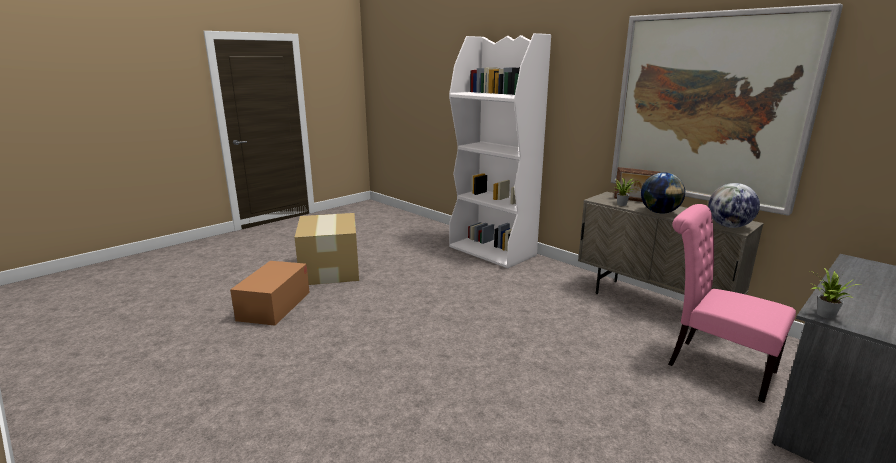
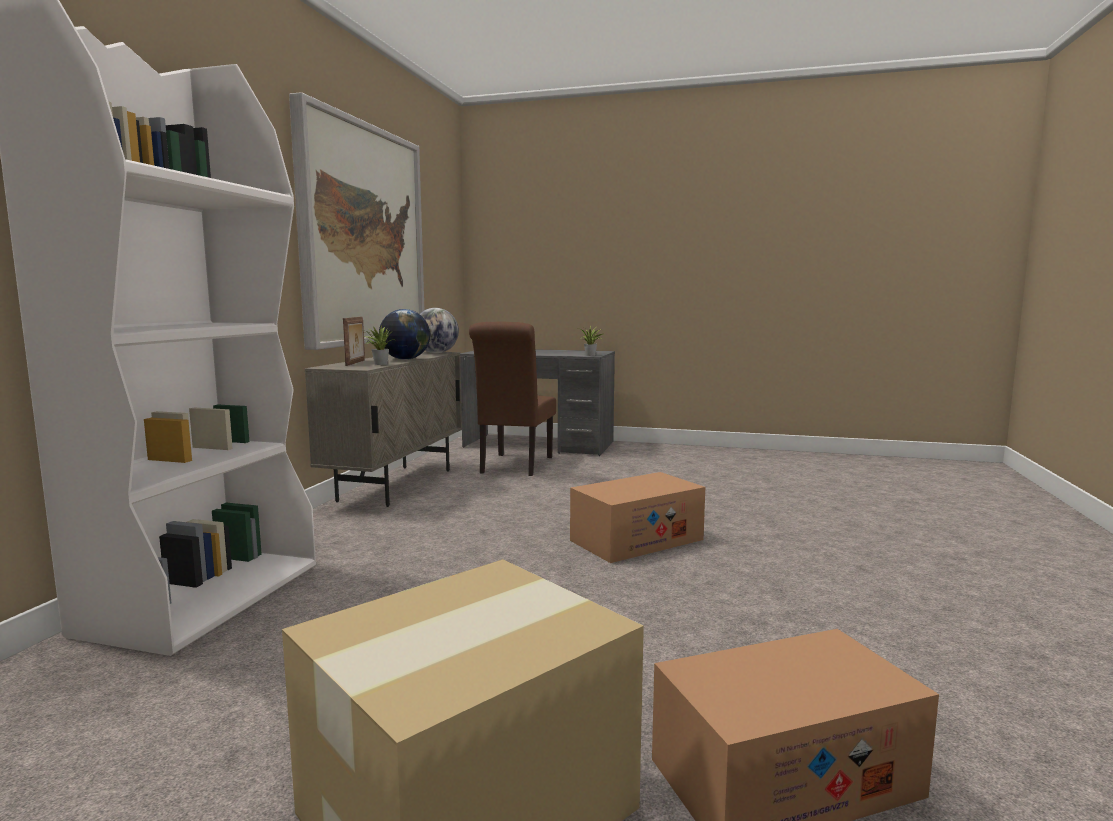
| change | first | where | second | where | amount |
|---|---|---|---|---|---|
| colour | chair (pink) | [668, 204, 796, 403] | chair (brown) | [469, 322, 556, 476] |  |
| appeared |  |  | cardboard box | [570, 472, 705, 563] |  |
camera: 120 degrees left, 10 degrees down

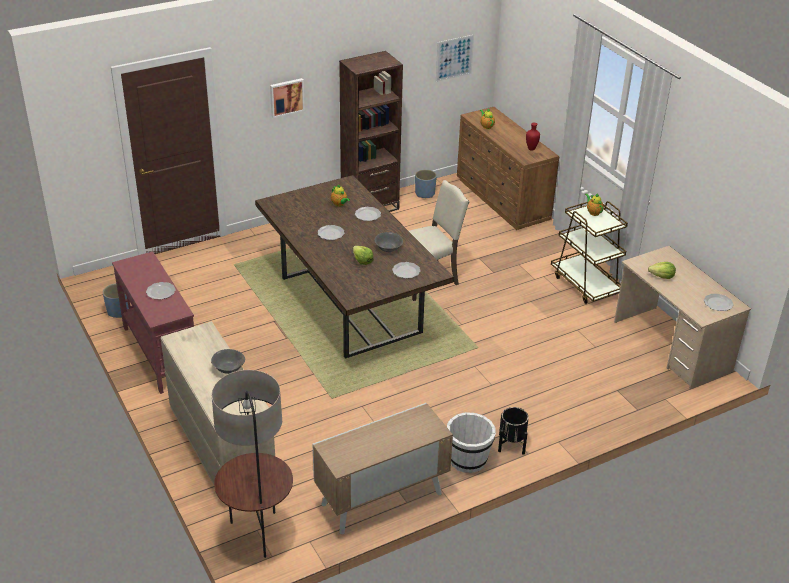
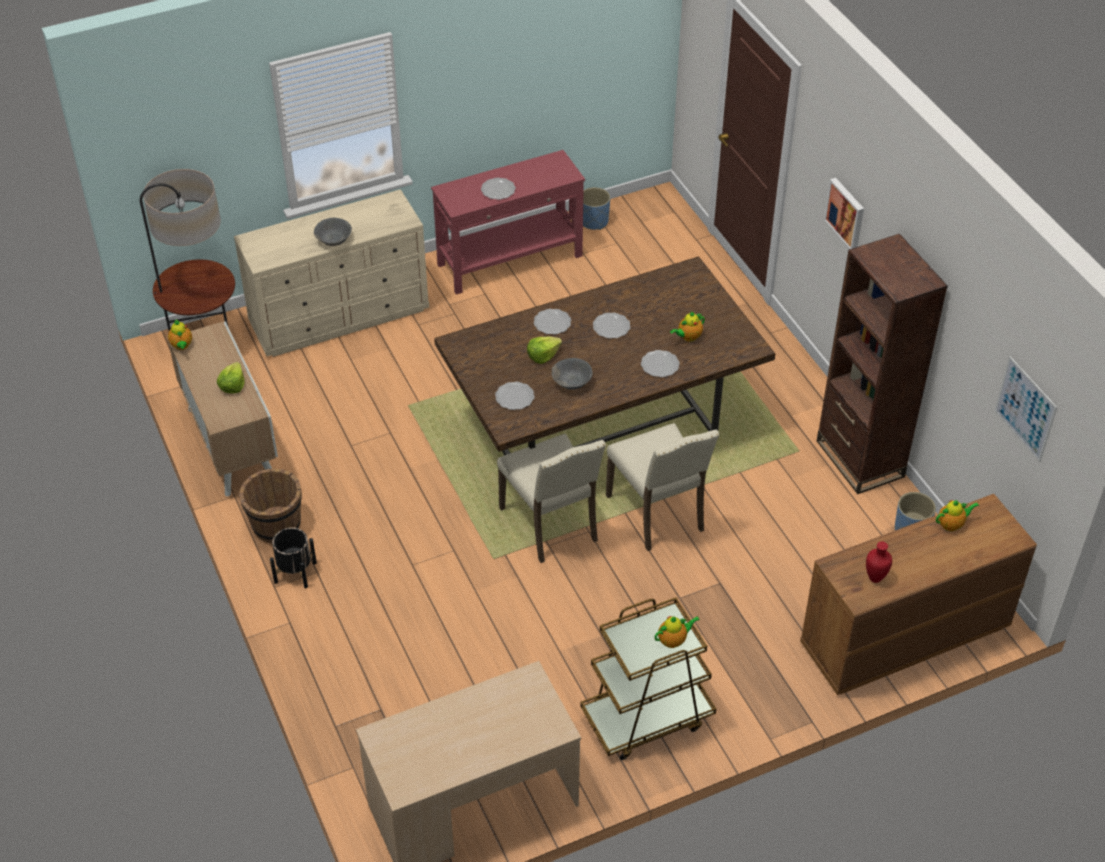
| change | first | where | second | where | amount |
|---|---|---|---|---|---|
| appeared |  |  | teapot | [168, 320, 192, 350] |  |
| relocated | lettuce | [648, 262, 676, 279] |  | [217, 362, 245, 393] |  |
| colour | bucket (white) | [447, 412, 496, 473] | bucket (brown) | [239, 468, 302, 543] |  |
| appeared |  |  | chair (beige) | [497, 434, 606, 563] |  |
| relocated | plate | [704, 294, 734, 311] |  | [534, 309, 571, 335] |  |
camera: 95 degrees right, 10 degrees up

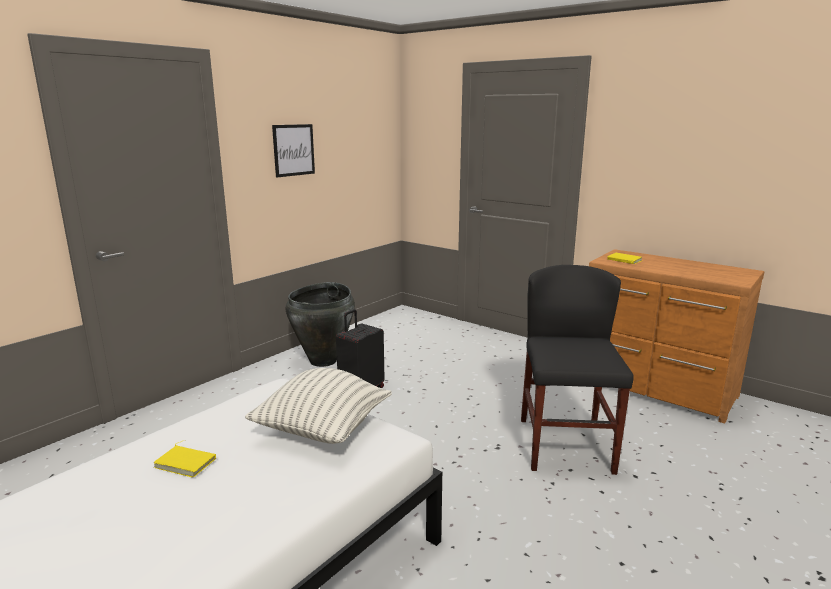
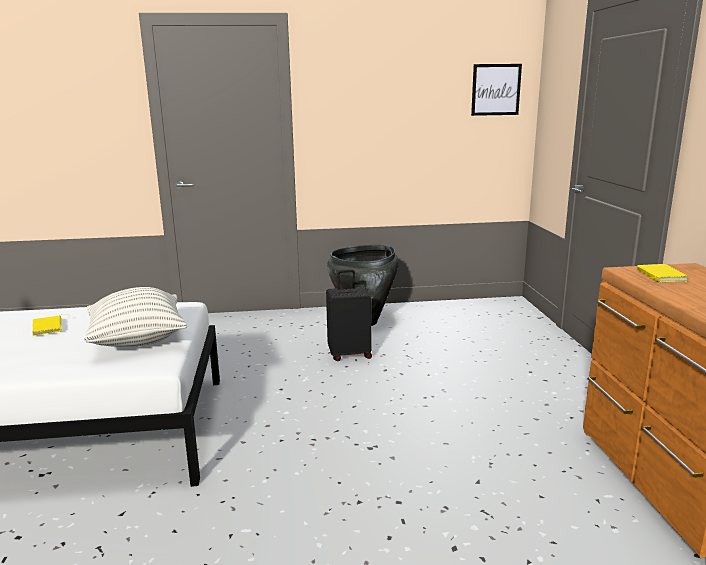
| change | first | where | second | where | amount |
|---|---|---|---|---|---|
| relocated | picture | [272, 124, 315, 177] |  | [471, 64, 522, 116] |  |
| missing | chair (black) | [521, 265, 634, 475] |  |  |  |
camera: 45 degrees right, 0 degrees up

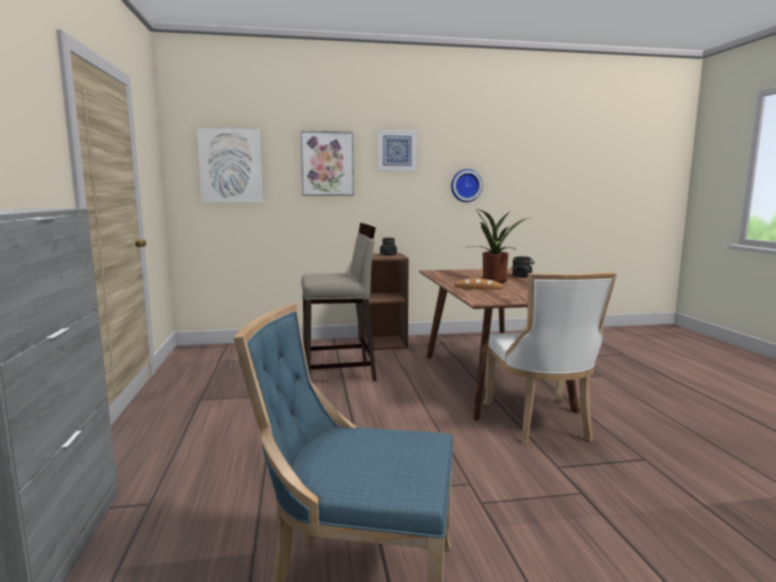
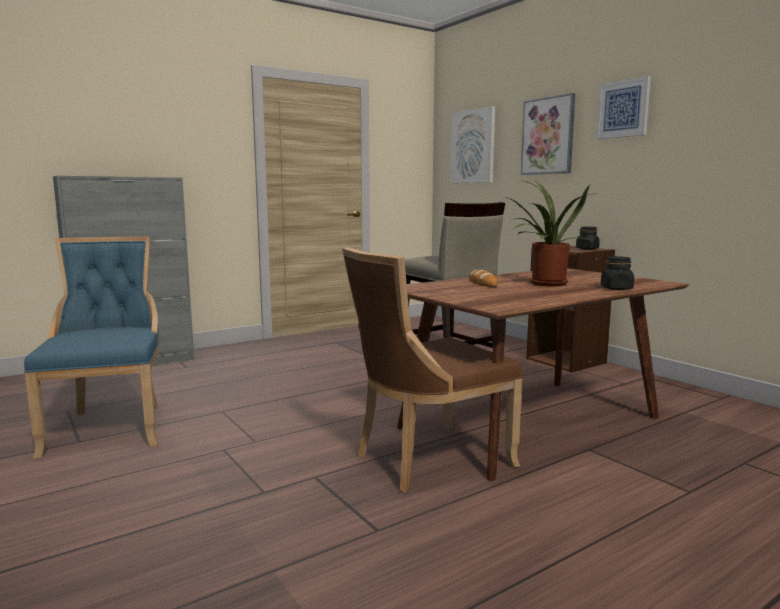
| change | first | where | second | where | amount |
|---|---|---|---|---|---|
| colour | chair (white) | [483, 272, 617, 444] | chair (brown) | [342, 247, 522, 493] |  |
| missing | wall clock | [451, 169, 482, 202] |  |  |  |
camera: 65 degrees right, 0 degrees up

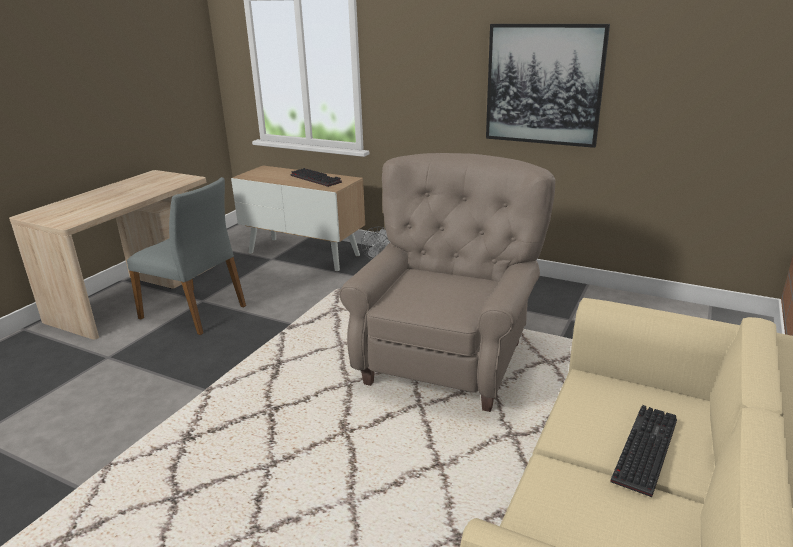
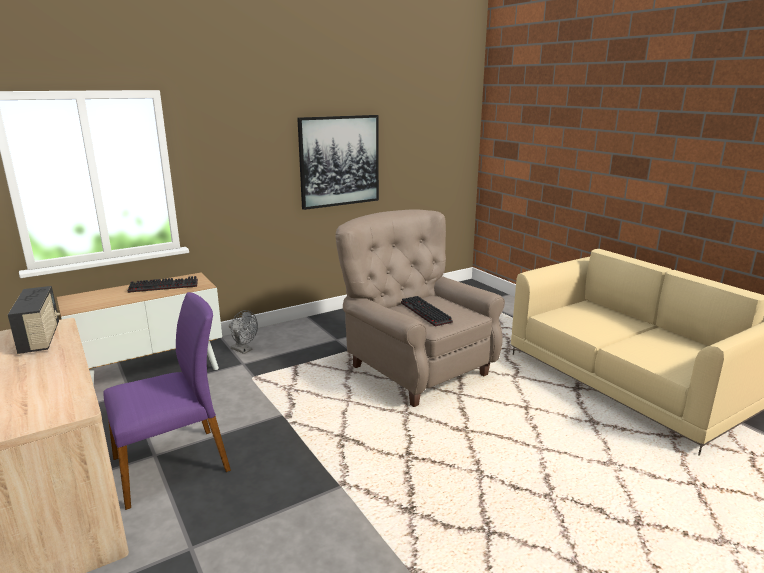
| change | first | where | second | where | amount |
|---|---|---|---|---|---|
| appeared |  |  | radio | [8, 286, 60, 354] |  |
| colour | chair (grey) | [127, 177, 246, 335] | chair (purple) | [103, 292, 231, 510] |  |
| relocated | keyboard | [610, 405, 677, 497] |  | [401, 296, 453, 326] |  |
camera: 60 degrees left, 5 degrees down

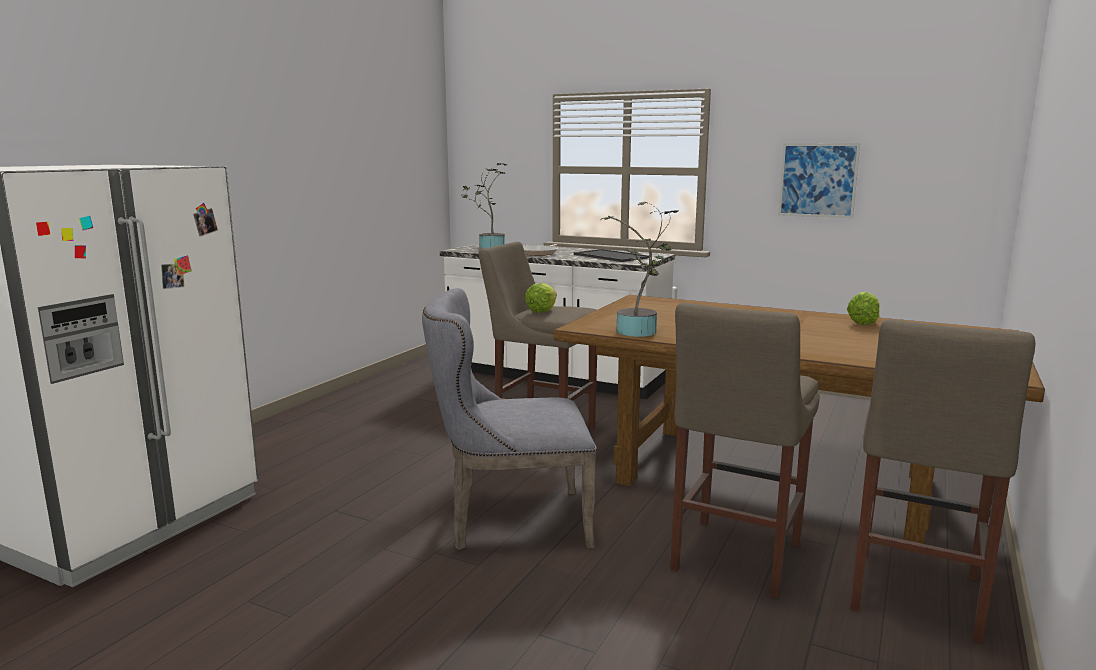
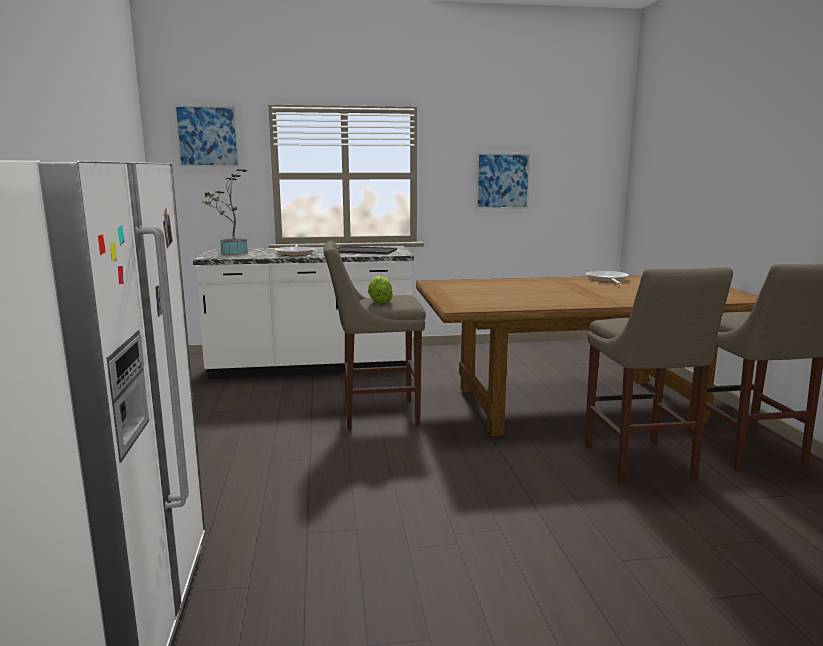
| change | first | where | second | where | amount |
|---|---|---|---|---|---|
| appeared |  |  | picture | [174, 105, 240, 167] |  |
| exchanged | lettuce | [847, 292, 880, 325] | frying pan | [586, 271, 629, 284] |  |
| missing | chair (grey) | [422, 288, 597, 550] |  |  |  |
| missing | potted plant | [600, 201, 678, 337] |  |  |  |
camera: 35 degrees left, 0 degrees up

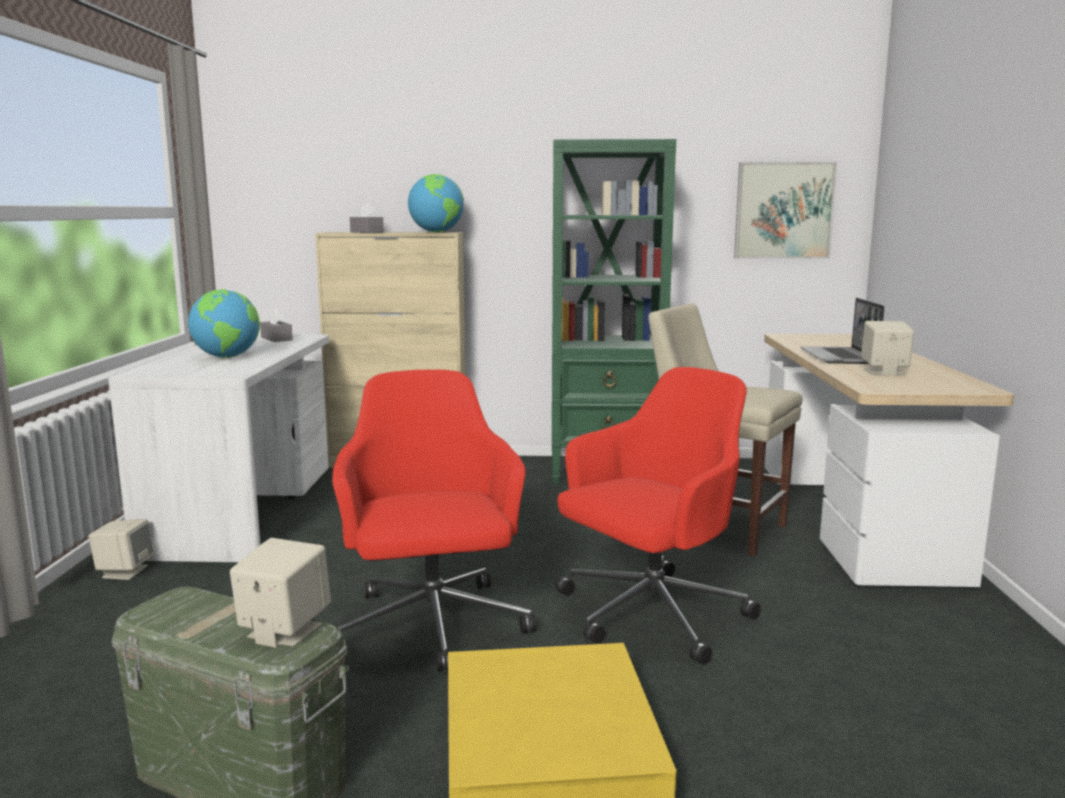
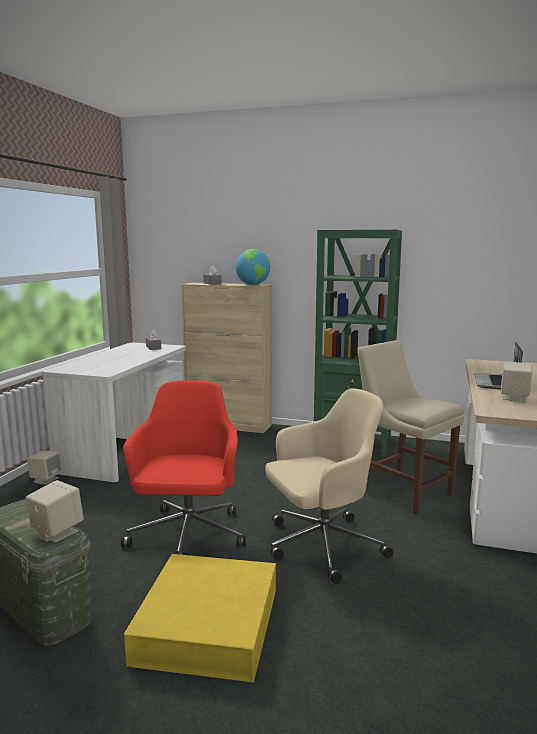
| change | first | where | second | where | amount |
|---|---|---|---|---|---|
| colour | office chair (red) | [556, 367, 761, 664] | office chair (beige) | [265, 388, 393, 584] |  |
| missing | globe | [188, 289, 260, 358] |  |  |  |
| missing | picture | [734, 162, 837, 259] |  |  |  |
camera: 15 degrees right, 0 degrees up

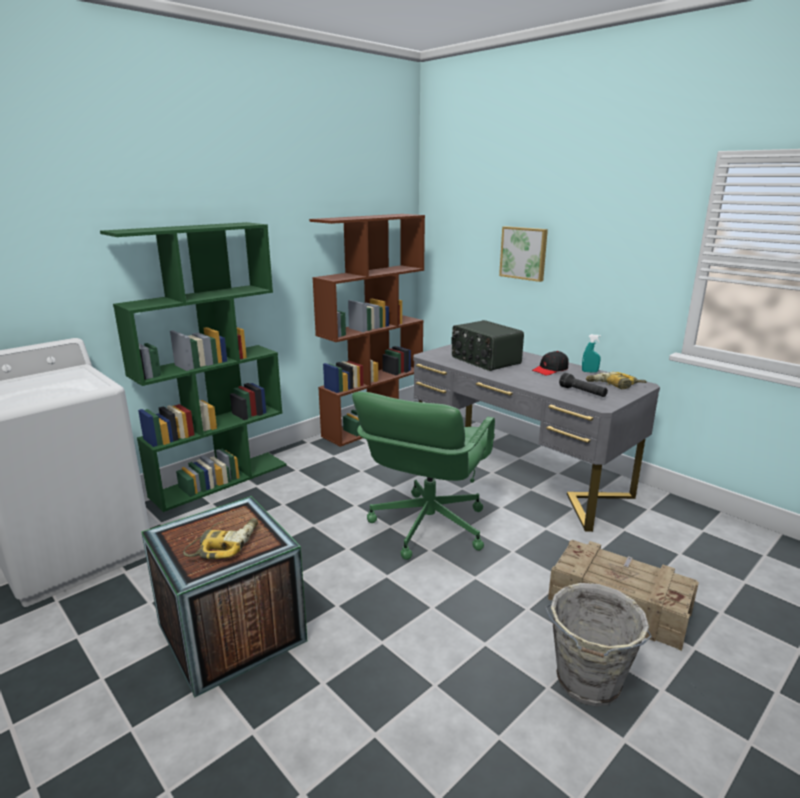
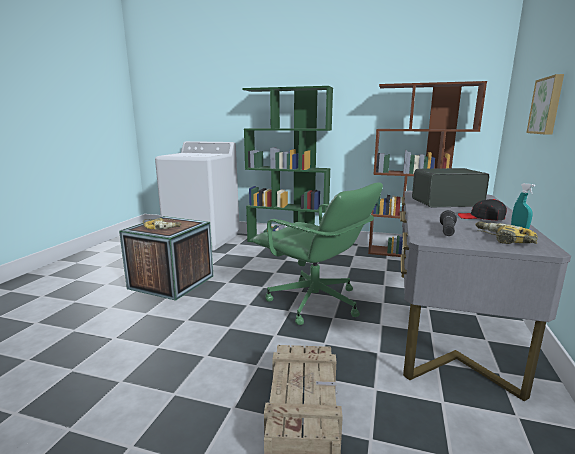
| change | first | where | second | where | amount |
|---|---|---|---|---|---|
| spun | office chair (green) | [352, 392, 495, 560] |  | [253, 183, 383, 325] | 135 degrees counterclockwise |
| spun | radio | [451, 320, 524, 371] |  | [412, 168, 489, 207] | 60 degrees clockwise |
| missing | bucket (grey) | [545, 583, 652, 706] |  |  |  |
camera: 60 degrees right, 5 degrees down

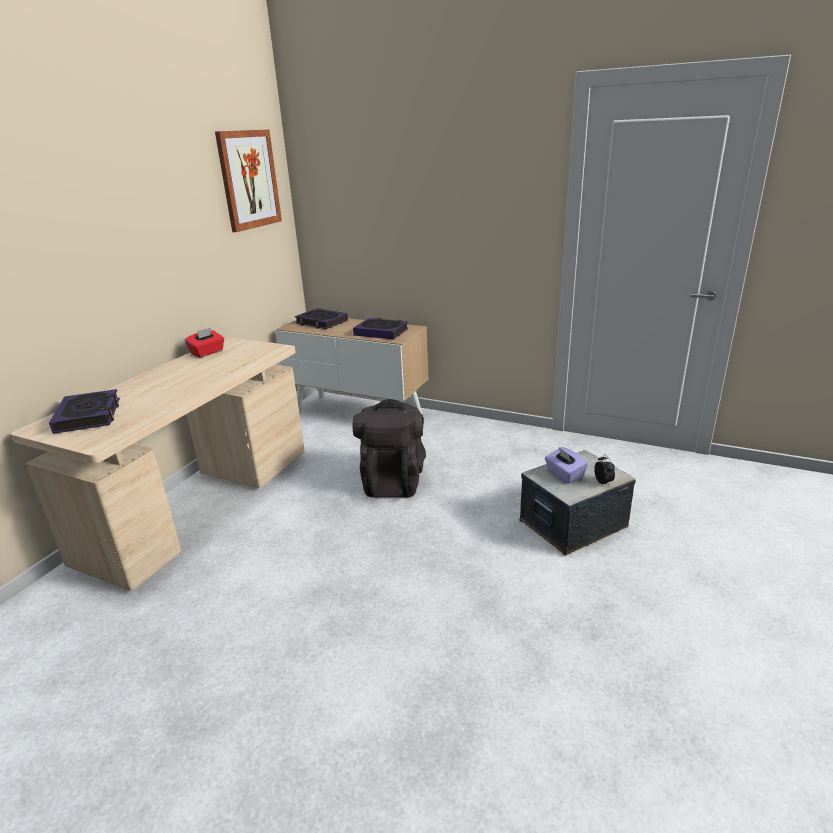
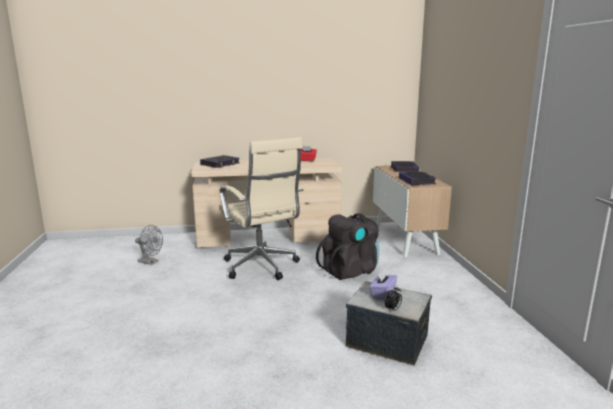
| change | first | where | second | where | amount |
|---|---|---|---|---|---|
| appeared |  |  | fan (grey) | [135, 225, 163, 265] |  |
| appeared |  |  | office chair (beige) | [219, 137, 304, 280] |  |
| missing | picture | [215, 130, 282, 232] |  |  |  |
camera: 55 degrees right, 10 degrees down

